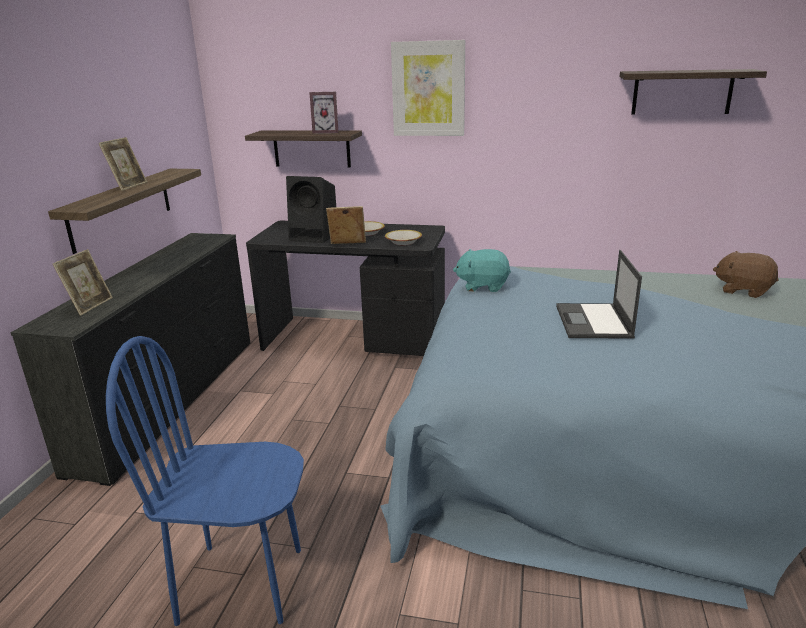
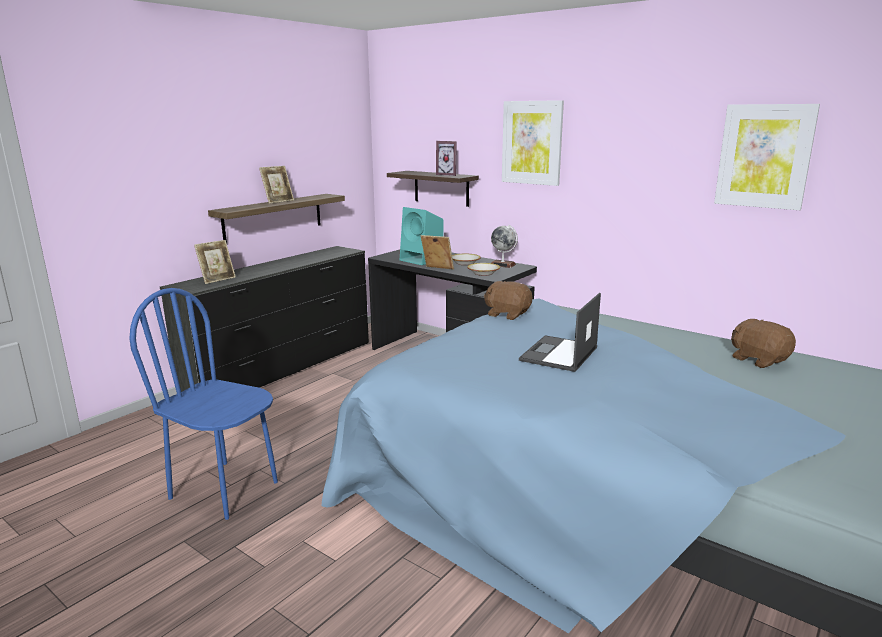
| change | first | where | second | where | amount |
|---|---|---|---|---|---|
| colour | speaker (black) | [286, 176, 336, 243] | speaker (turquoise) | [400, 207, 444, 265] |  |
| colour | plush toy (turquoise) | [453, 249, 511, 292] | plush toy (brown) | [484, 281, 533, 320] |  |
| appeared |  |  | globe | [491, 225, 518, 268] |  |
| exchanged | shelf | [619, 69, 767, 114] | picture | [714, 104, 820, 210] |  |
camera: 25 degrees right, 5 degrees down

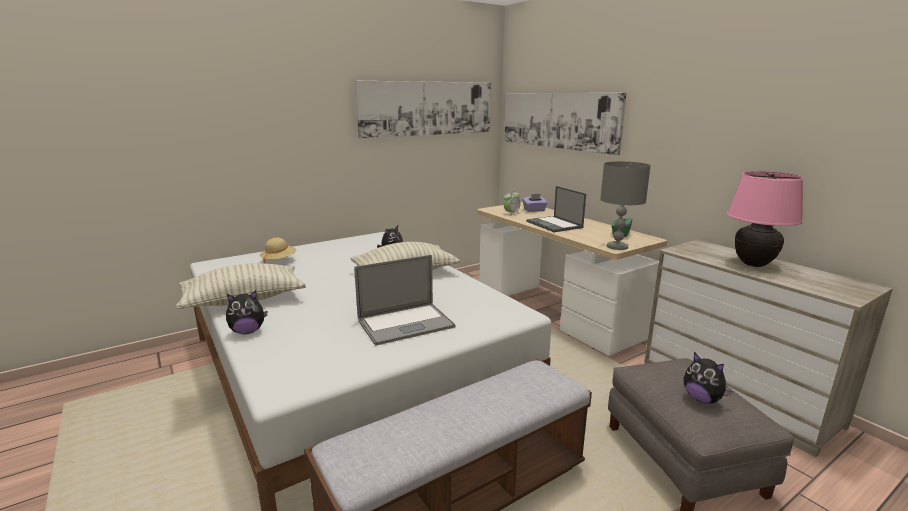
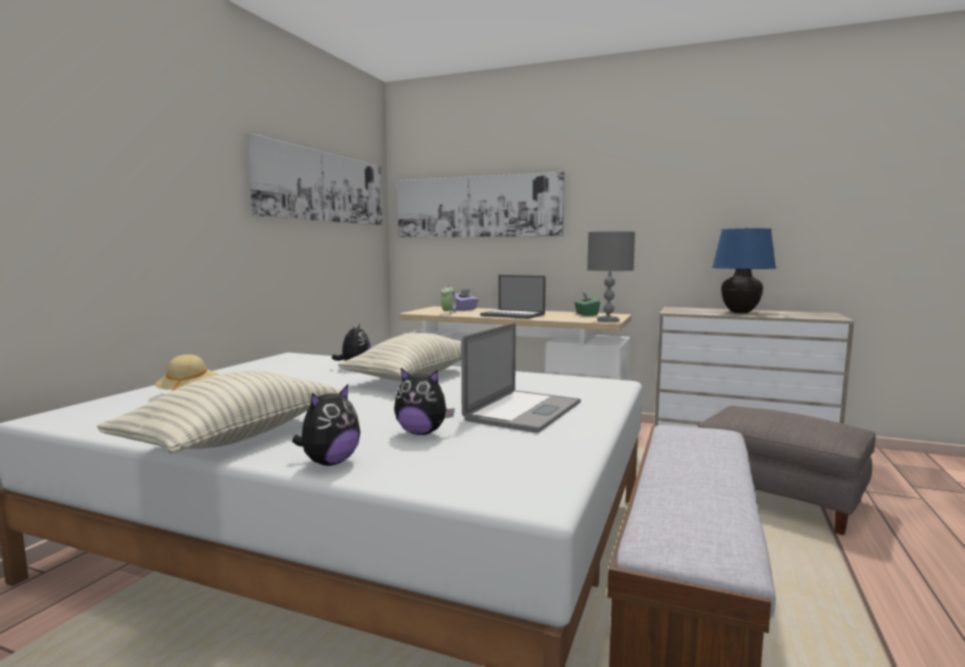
| change | first | where | second | where | amount |
|---|---|---|---|---|---|
| relocated | plush toy | [684, 352, 733, 403] |  | [394, 368, 455, 435] |  |
| colour | table lamp (pink) | [727, 171, 803, 267] | table lamp (blue) | [712, 228, 776, 313] |  |
camera: 35 degrees left, 10 degrees down

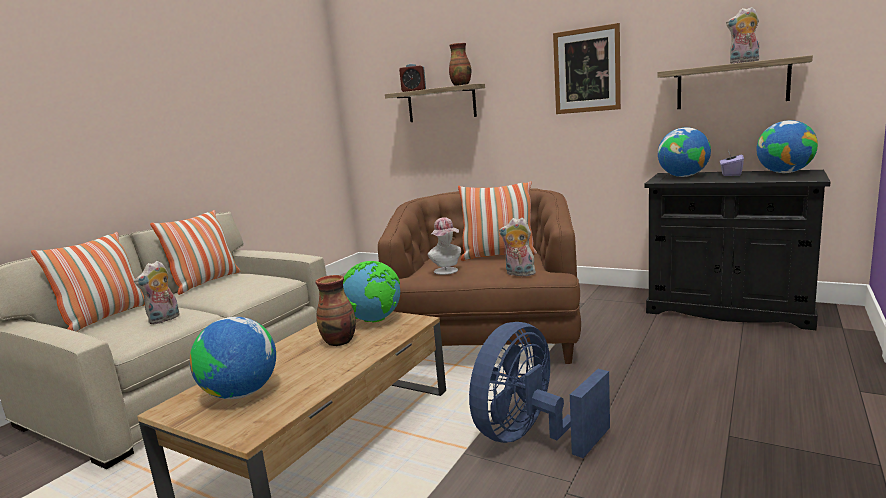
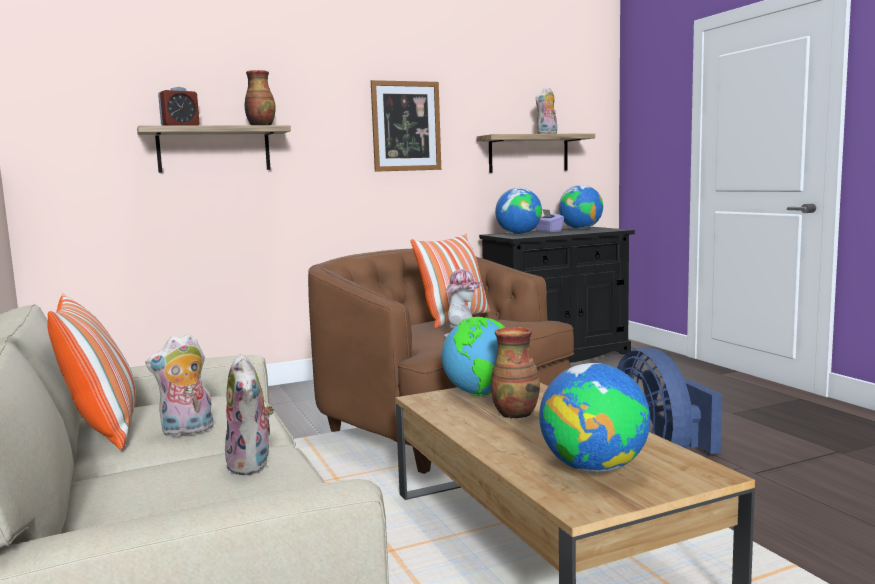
| change | first | where | second | where | amount |
|---|---|---|---|---|---|
| relocated | plush toy | [499, 218, 536, 276] |  | [145, 334, 214, 436] |  |
| missing | pillow | [31, 232, 145, 332] |  |  |  |
camera: 55 degrees left, 5 degrees down

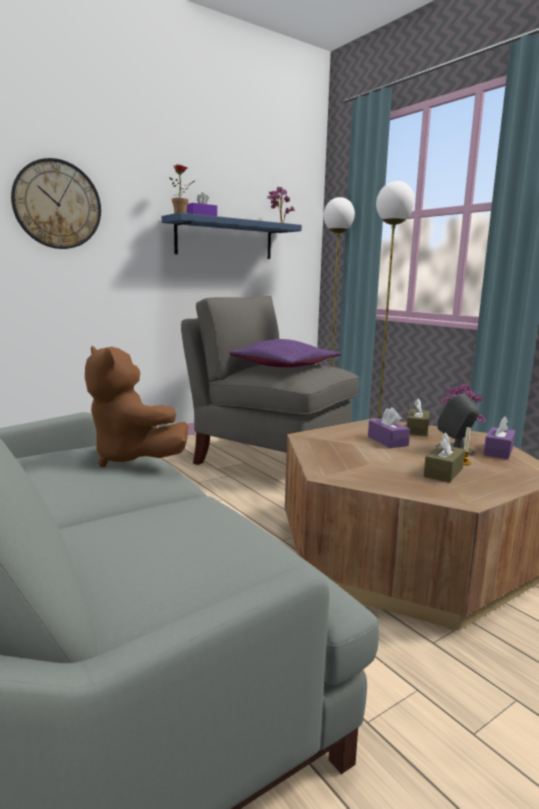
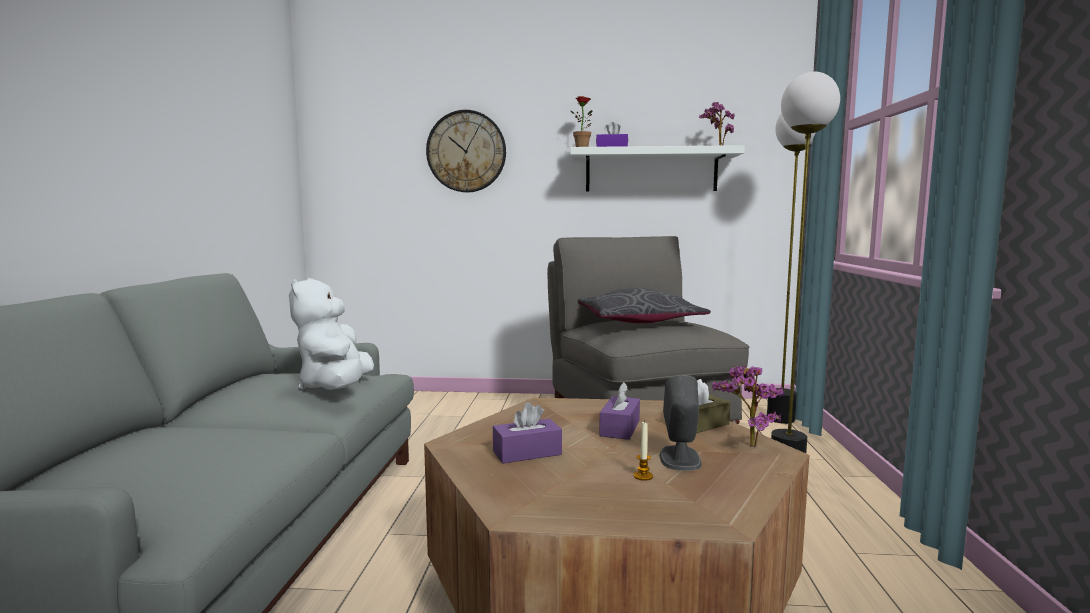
| change | first | where | second | where | amount |
|---|---|---|---|---|---|
| colour | plush toy (brown) | [85, 346, 188, 467] | plush toy (white) | [289, 278, 374, 390] |  |
| relocated | tissue box (purple) | [483, 416, 515, 459] |  | [493, 402, 562, 463] |  |
| colour | shelf (blue) | [162, 213, 302, 259] | shelf (white) | [570, 145, 745, 192] |  |
| colour | pillow (purple) | [229, 339, 342, 367] | pillow (grey) | [578, 288, 711, 323] |  |
| missing | tissue box (brown) | [424, 432, 465, 483] |  |  |  |
camera: 40 degrees right, 5 degrees down

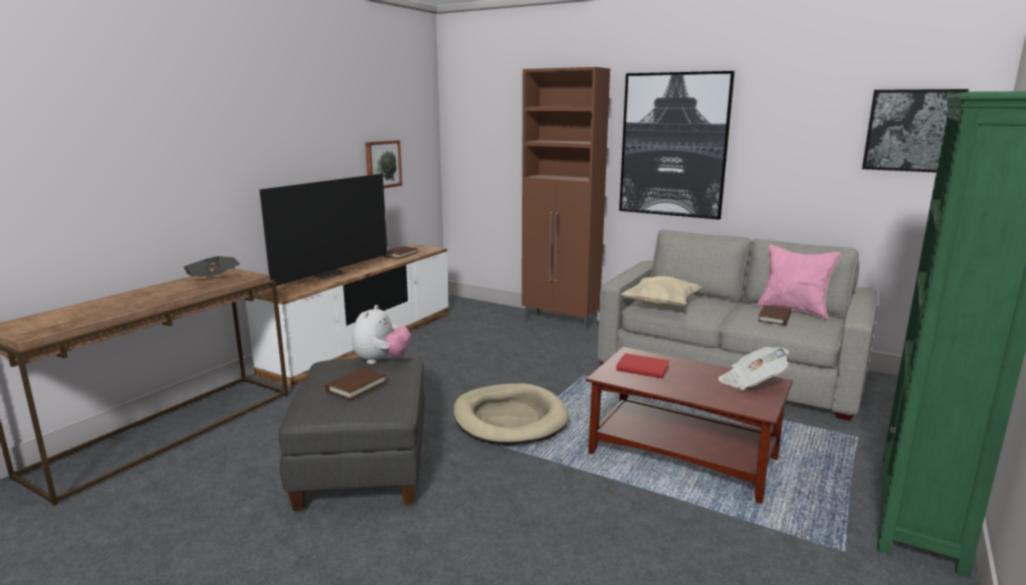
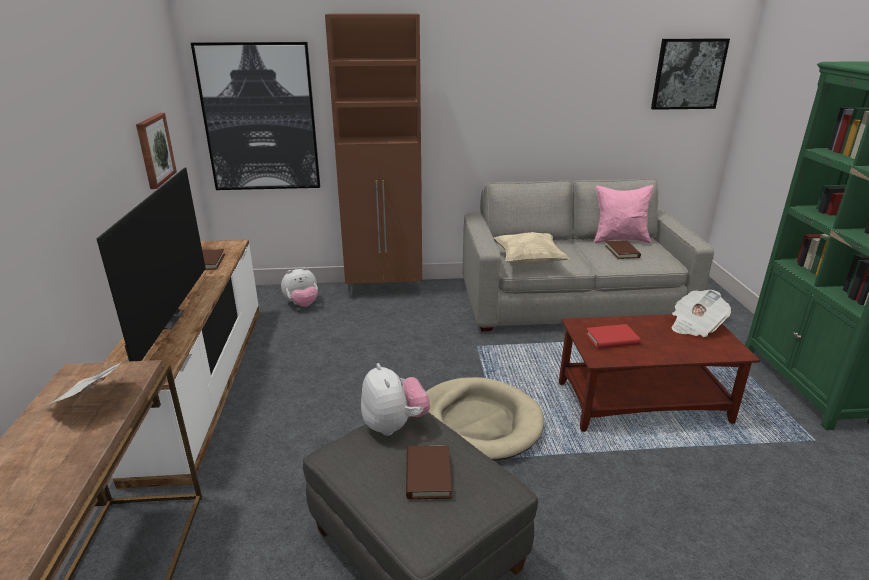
| change | first | where | second | where | amount |
|---|---|---|---|---|---|
| relocated | picture | [619, 71, 735, 220] |  | [191, 42, 320, 190] |  |
| appeared |  |  | plush toy | [281, 267, 318, 307] |  |
camera: 35 degrees left, 10 degrees up

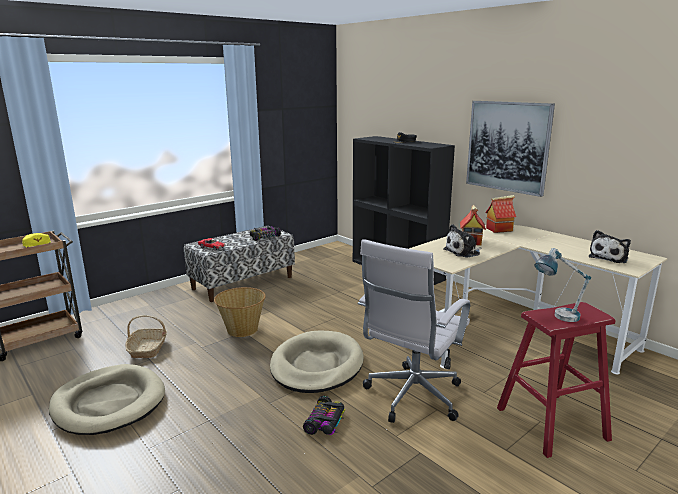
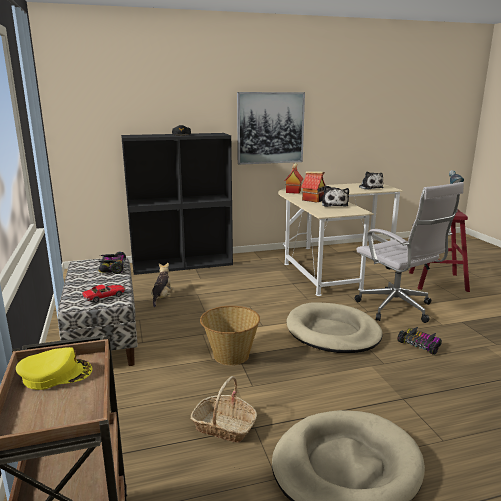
| change | first | where | second | where | amount |
|---|---|---|---|---|---|
| appeared |  |  | plush toy | [151, 263, 174, 307] |  |
camera: 65 degrees left, 0 degrees up

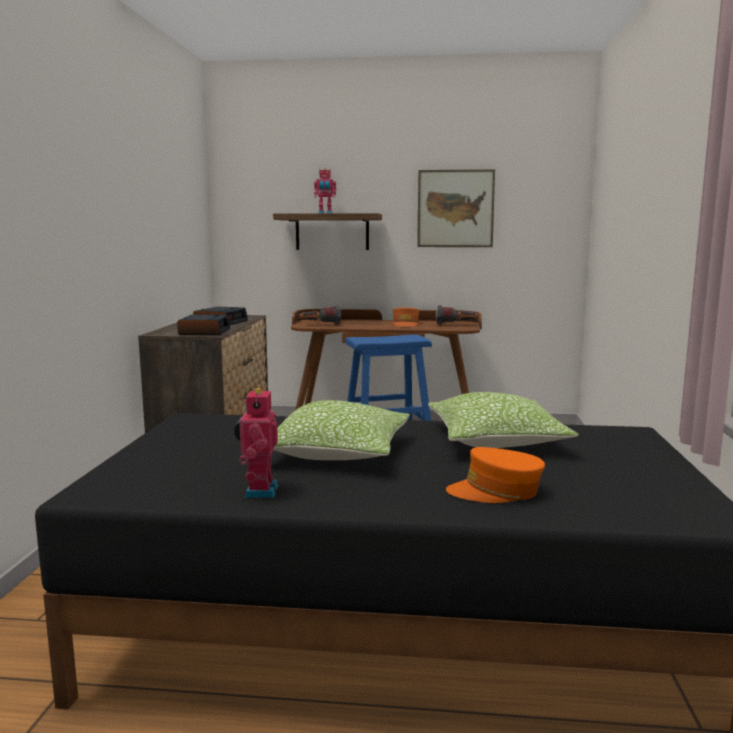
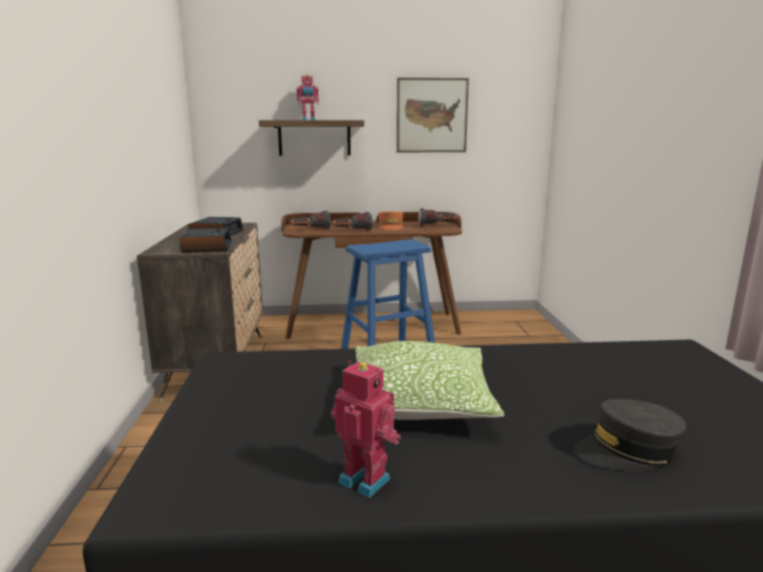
| change | first | where | second | where | amount |
|---|---|---|---|---|---|
| appeared |  |  | flashlight | [331, 212, 372, 231] |  |
| spun | toy robot | [234, 387, 278, 498] |  | [331, 360, 400, 498] | 135 degrees clockwise |
| colour | cap (orange) | [446, 447, 545, 503] | cap (grey) | [574, 399, 686, 472] |  |
| missing | pillow | [428, 392, 579, 448] |  |  |  |
camera: 10 degrees left, 5 degrees up

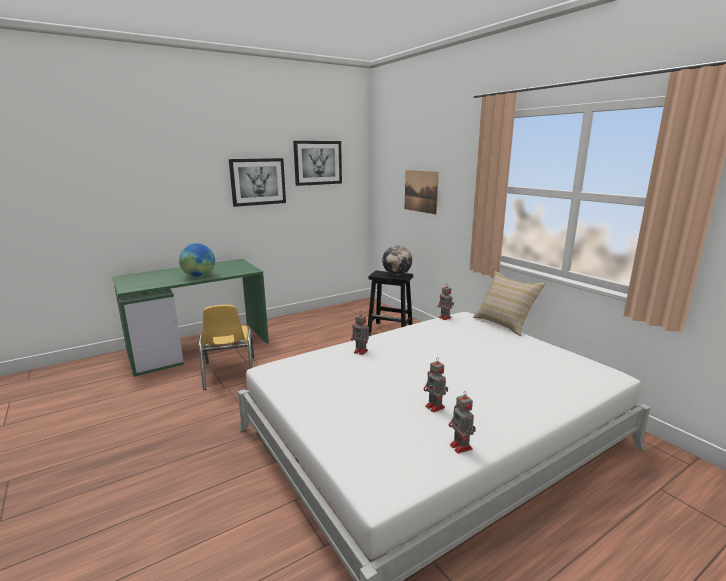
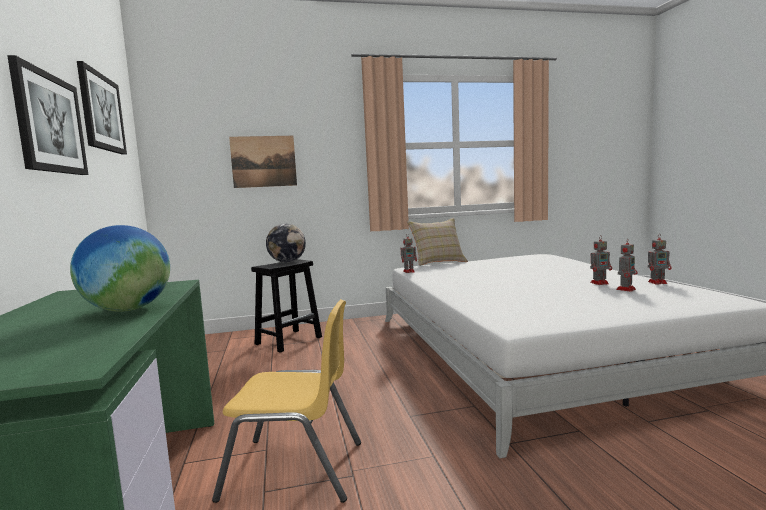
| change | first | where | second | where | amount |
|---|---|---|---|---|---|
| relocated | toy robot | [351, 312, 371, 355] |  | [616, 238, 638, 292] |  |
camera: 70 degrees left, 10 degrees down

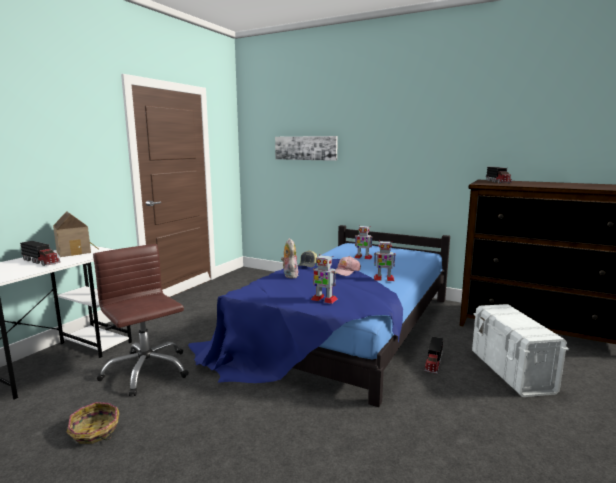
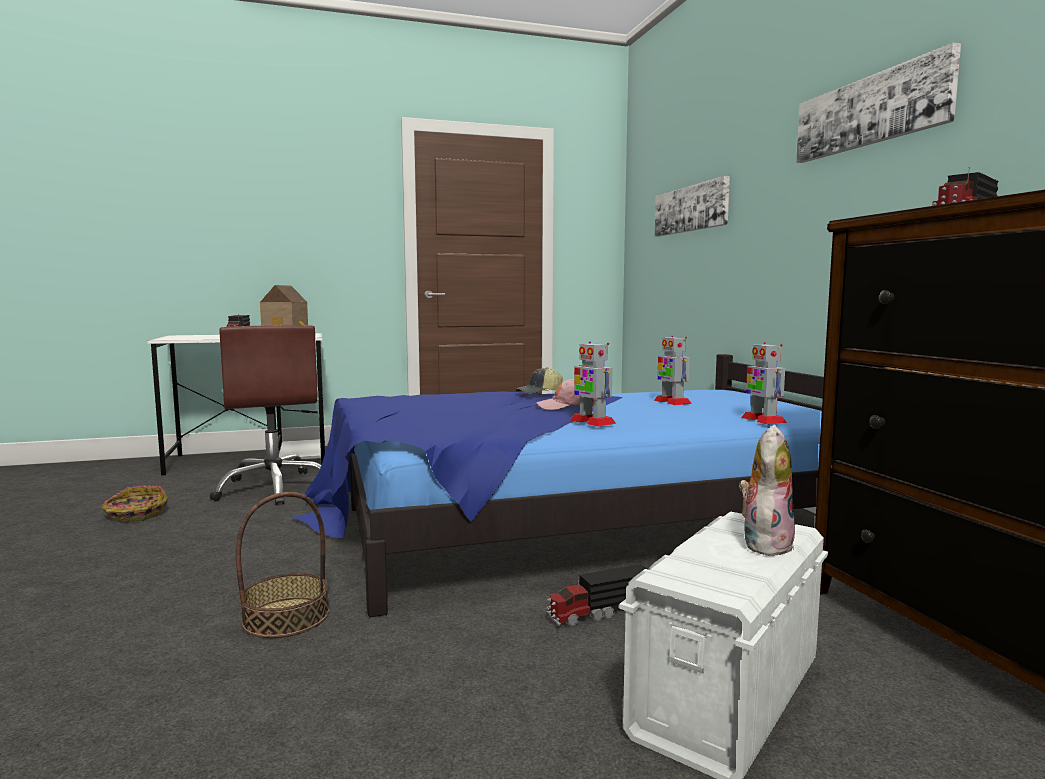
| change | first | where | second | where | amount |
|---|---|---|---|---|---|
| spun | office chair (brown) | [93, 244, 189, 396] |  | [210, 325, 321, 505] | 150 degrees clockwise |
| appeared |  |  | basket | [236, 492, 329, 638] |  |
| relocated | plush toy | [281, 238, 298, 278] |  | [739, 425, 795, 556] |  |
| relocated | toy robot | [311, 254, 337, 304] |  | [741, 342, 787, 425] |  |
| appeared |  |  | picture | [796, 43, 961, 163] |  |
camera: 45 degrees right, 5 degrees down

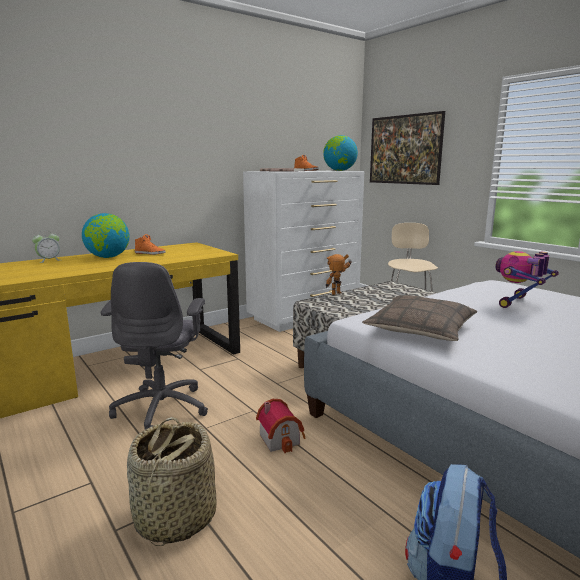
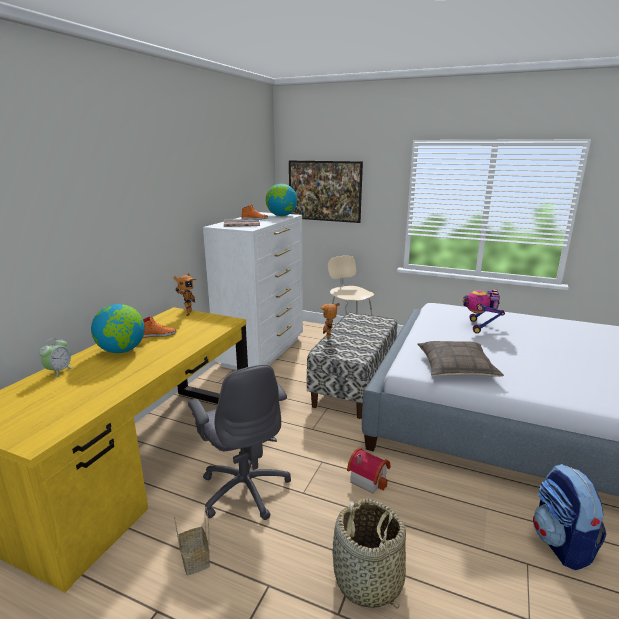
| change | first | where | second | where | amount |
|---|---|---|---|---|---|
| appeared |  |  | toy robot | [173, 273, 196, 316] |  |
| appeared |  |  | basket | [174, 507, 210, 575] |  |
camera: 30 degrees left, 5 degrees up

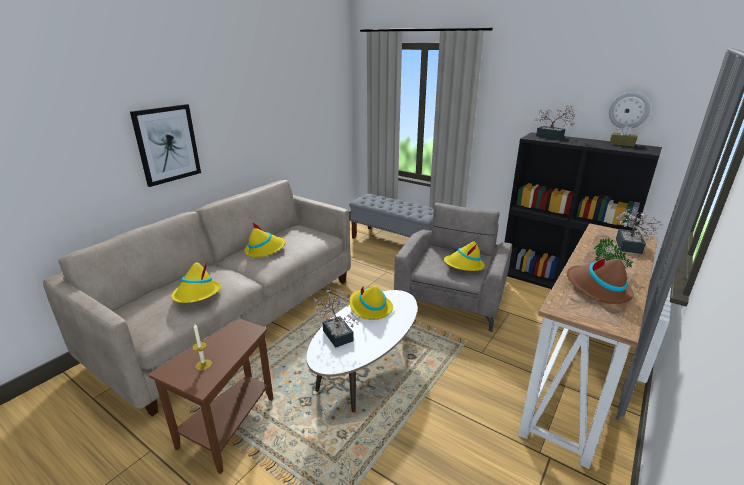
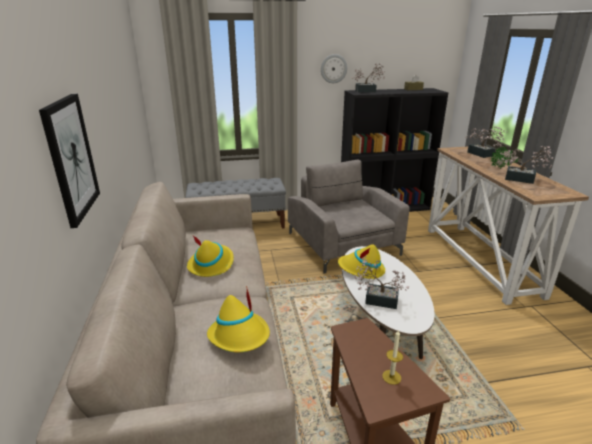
| change | first | where | second | where | amount |
|---|---|---|---|---|---|
| relocated | wall clock | [609, 92, 650, 128] |  | [321, 54, 347, 83] |  |
| exchanged | hat (brown) | [567, 258, 634, 304] | potted plant | [501, 146, 553, 184] |  |
| missing | hat (yellow) | [444, 242, 485, 271] |  |  |  |
camera: 45 degrees left, 0 degrees up

